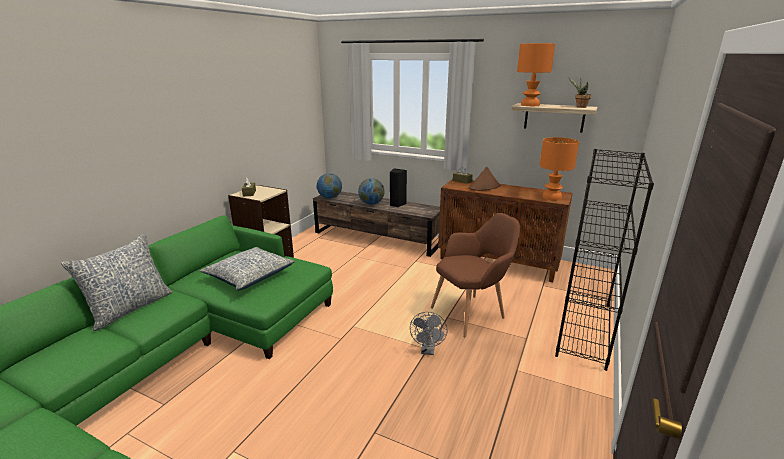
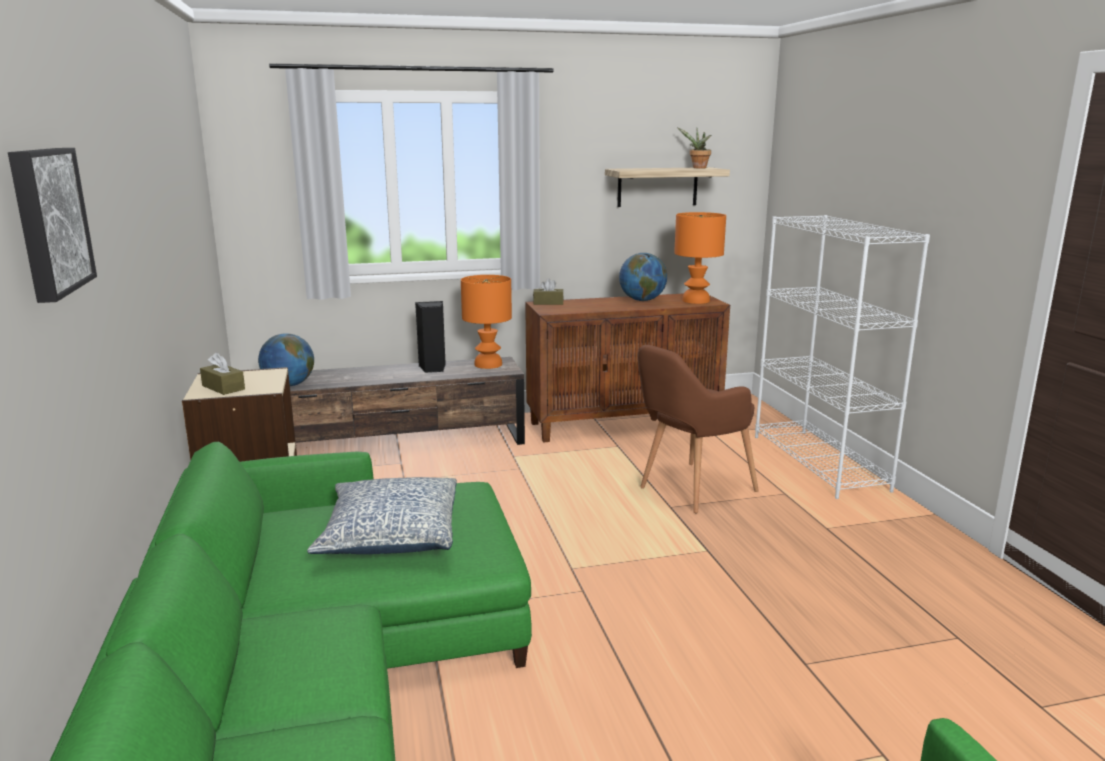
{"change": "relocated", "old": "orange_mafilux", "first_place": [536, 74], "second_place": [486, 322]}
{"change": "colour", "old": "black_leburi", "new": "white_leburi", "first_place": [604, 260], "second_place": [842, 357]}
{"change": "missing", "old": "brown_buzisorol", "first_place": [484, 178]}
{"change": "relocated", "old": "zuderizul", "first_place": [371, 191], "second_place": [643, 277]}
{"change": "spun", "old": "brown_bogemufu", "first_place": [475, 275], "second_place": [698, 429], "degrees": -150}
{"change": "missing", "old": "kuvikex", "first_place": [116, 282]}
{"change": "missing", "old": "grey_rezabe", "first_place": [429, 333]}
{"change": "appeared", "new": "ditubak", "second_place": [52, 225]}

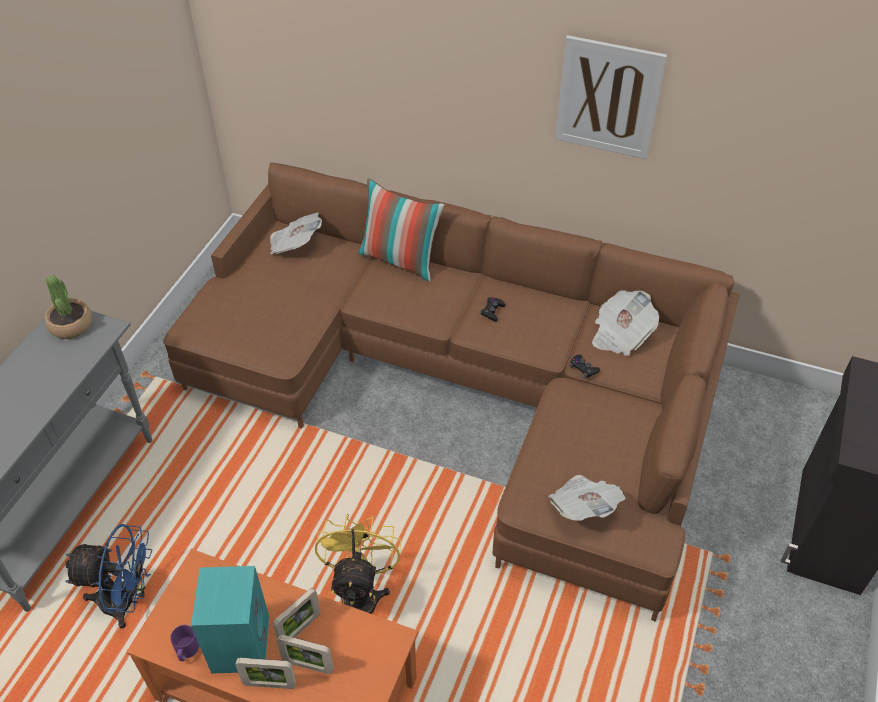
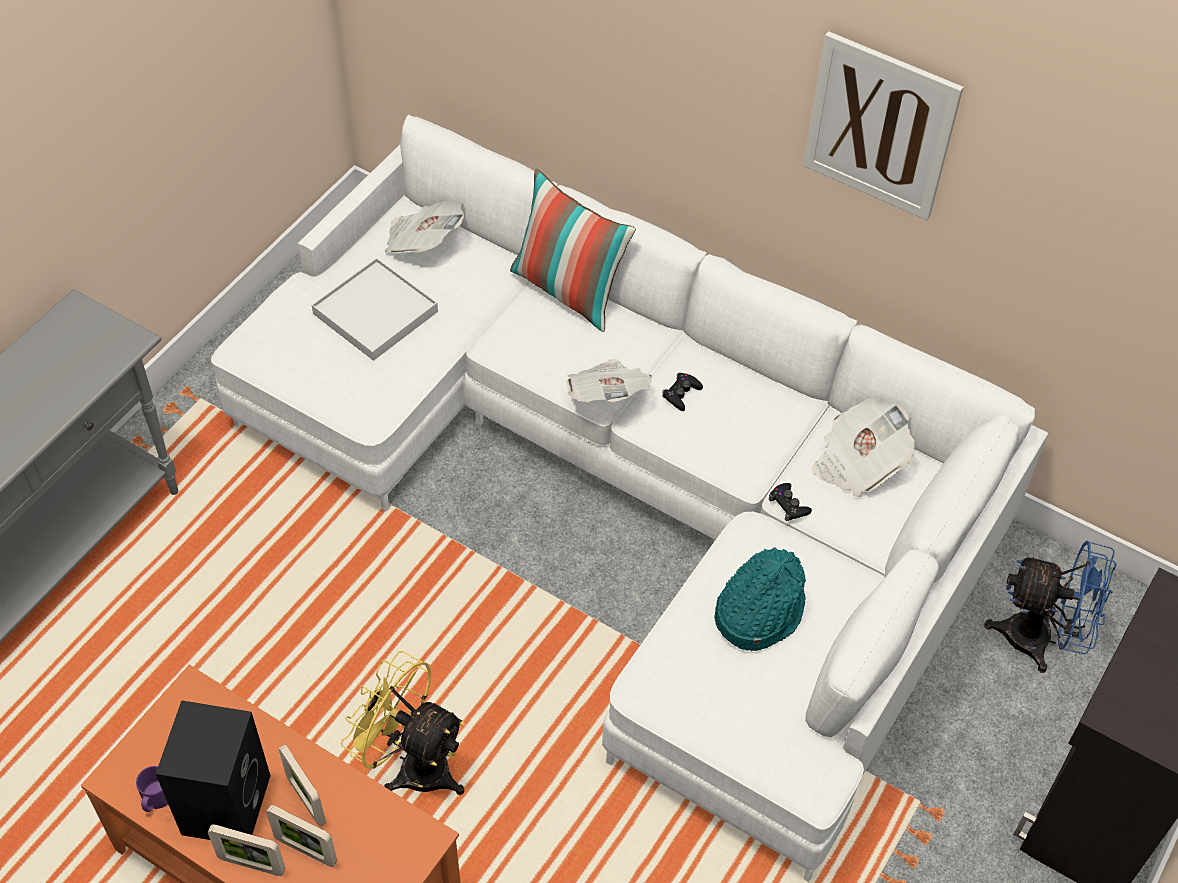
{"change": "colour", "old": "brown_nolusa", "new": "white_nolusa", "first_place": [451, 392], "second_place": [629, 498]}
{"change": "missing", "old": "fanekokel", "first_place": [69, 307]}
{"change": "relocated", "old": "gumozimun", "first_place": [587, 498], "second_place": [610, 380]}
{"change": "spun", "old": "yellow_rezabe", "first_place": [358, 564], "second_place": [403, 723], "degrees": -75}
{"change": "relocated", "old": "blue_rezabe", "first_place": [109, 576], "second_place": [1050, 607]}
{"change": "colour", "old": "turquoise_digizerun", "new": "black_digizerun", "first_place": [230, 620], "second_place": [213, 770]}
{"change": "spun", "old": "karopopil", "first_place": [297, 613], "second_place": [302, 786], "degrees": 90}
{"change": "appeared", "new": "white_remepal", "second_place": [375, 309]}
{"change": "appeared", "new": "turquoise_buzisorol", "second_place": [760, 599]}

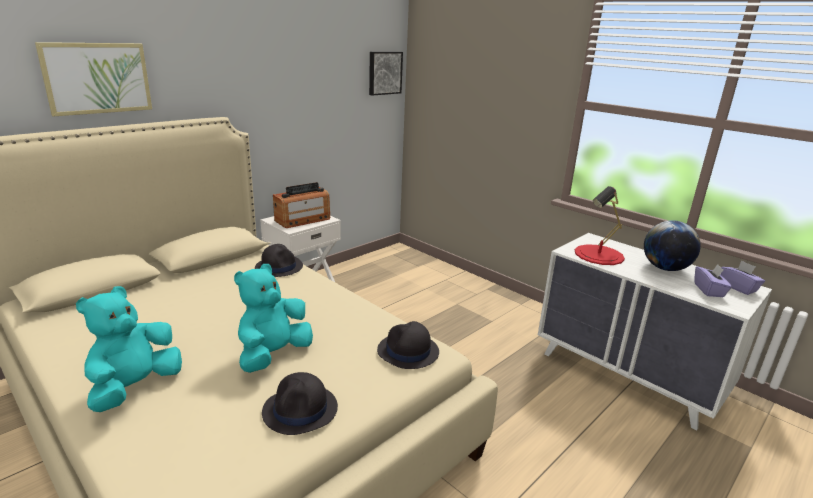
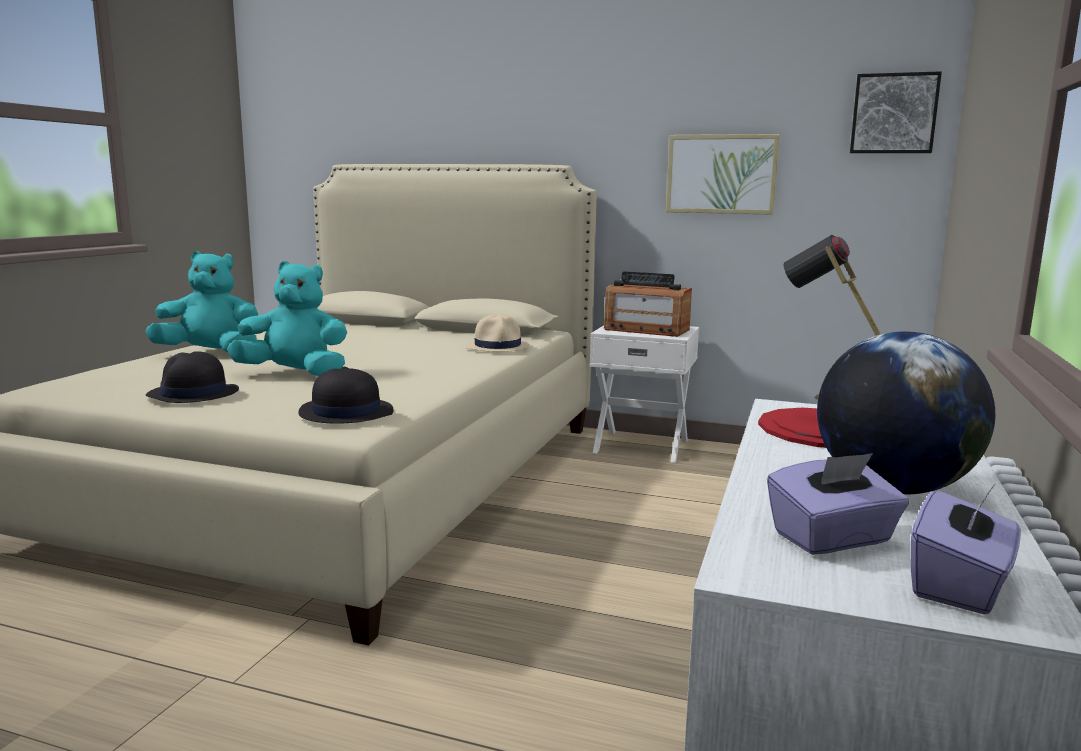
{"change": "relocated", "old": "ditubak", "first_place": [93, 79], "second_place": [723, 174]}
{"change": "colour", "old": "black_buzisorol", "new": "beige_buzisorol", "first_place": [279, 260], "second_place": [497, 333]}

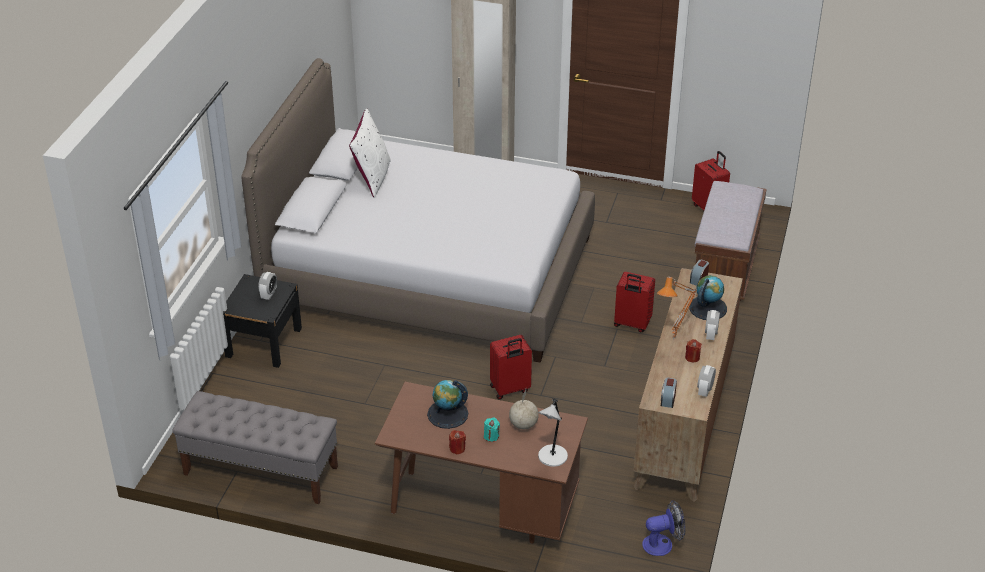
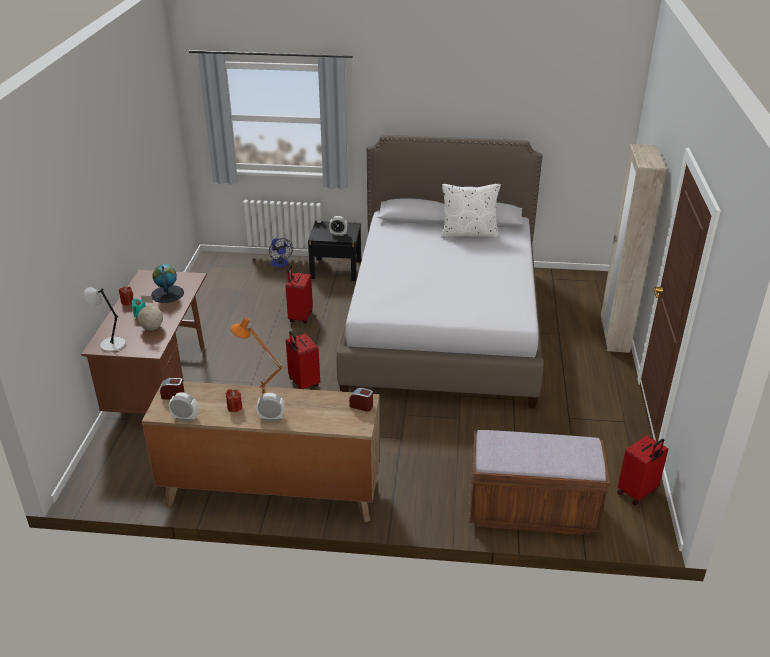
{"change": "relocated", "old": "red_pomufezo", "first_place": [634, 302], "second_place": [299, 294]}
{"change": "missing", "old": "zuderizul", "first_place": [708, 297]}
{"change": "missing", "old": "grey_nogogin", "first_place": [255, 447]}
{"change": "relocated", "old": "rezabe", "first_place": [664, 528], "second_place": [281, 253]}

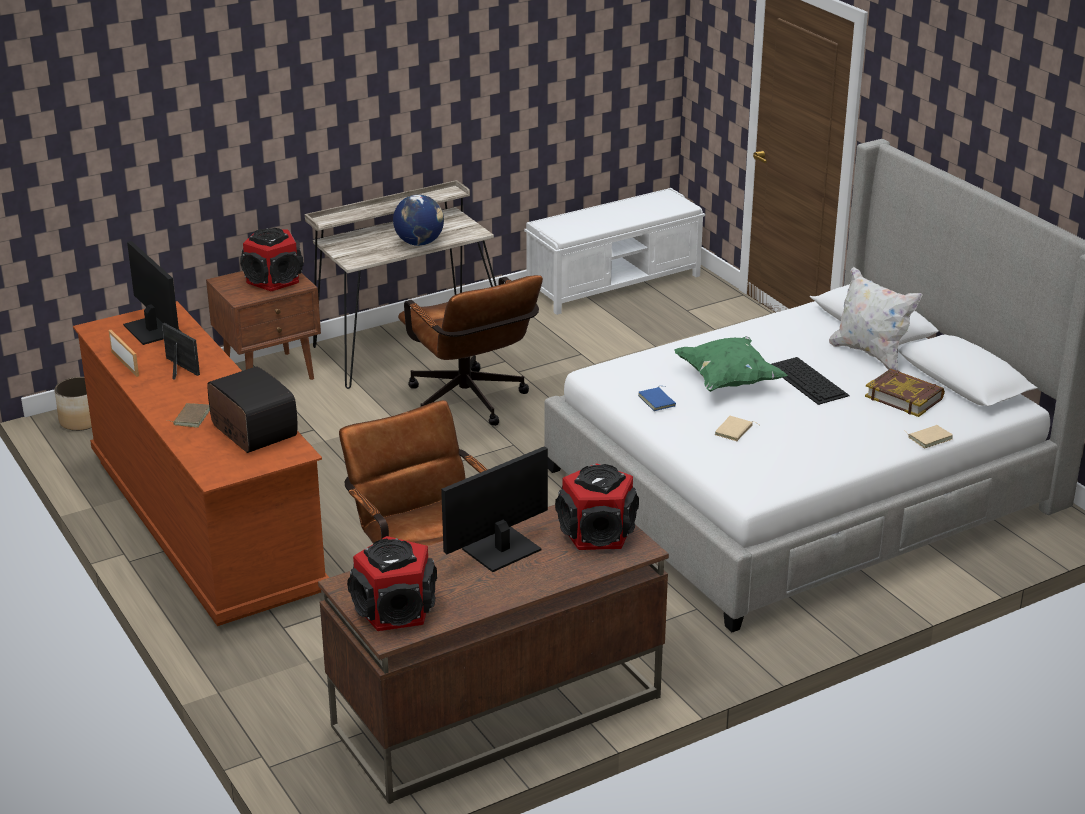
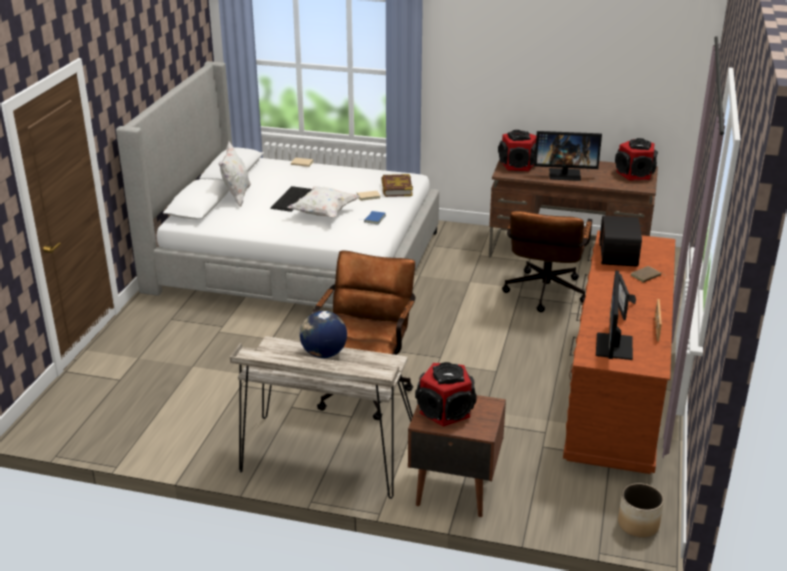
{"change": "missing", "old": "white_nogogin", "first_place": [614, 251]}
{"change": "colour", "old": "green_kuvikex", "new": "white_kuvikex", "first_place": [731, 364], "second_place": [323, 202]}
{"change": "relocated", "old": "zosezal", "first_place": [905, 393], "second_place": [397, 185]}

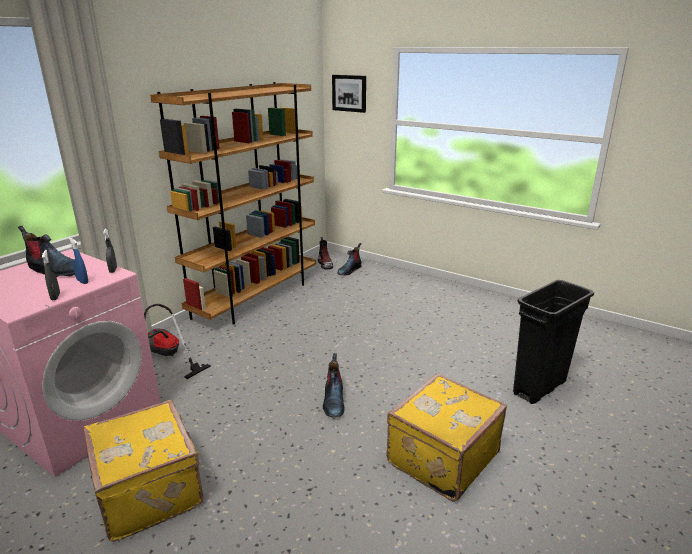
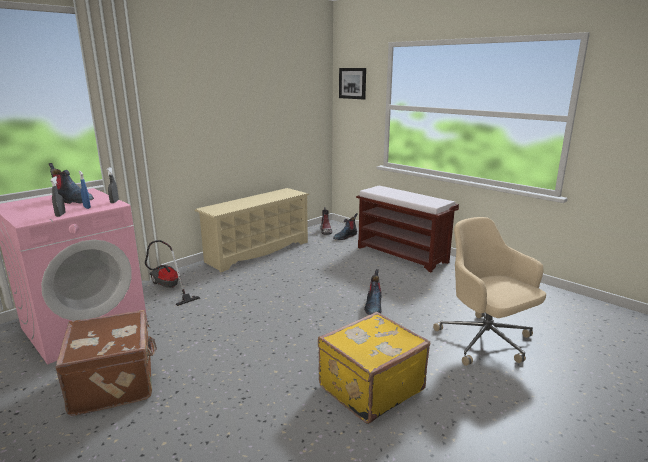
{"change": "exchanged", "old": "brown_leburi", "new": "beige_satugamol", "first_place": [233, 203], "second_place": [251, 230]}
{"change": "exchanged", "old": "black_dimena", "new": "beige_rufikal", "first_place": [553, 342], "second_place": [489, 291]}
{"change": "relocated", "old": "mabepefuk", "first_place": [333, 385], "second_place": [373, 292]}
{"change": "colour", "old": "yellow_pomufezo", "new": "brown_pomufezo", "first_place": [143, 471], "second_place": [106, 363]}
{"change": "appeared", "new": "brown_nogogin", "second_place": [407, 229]}

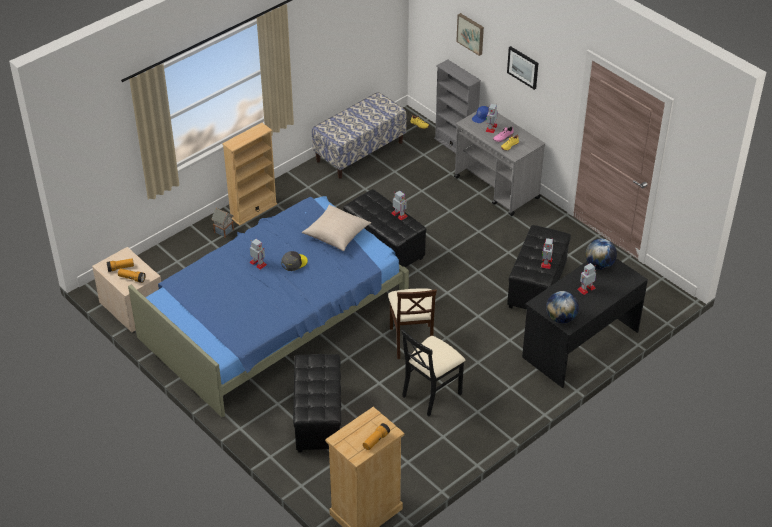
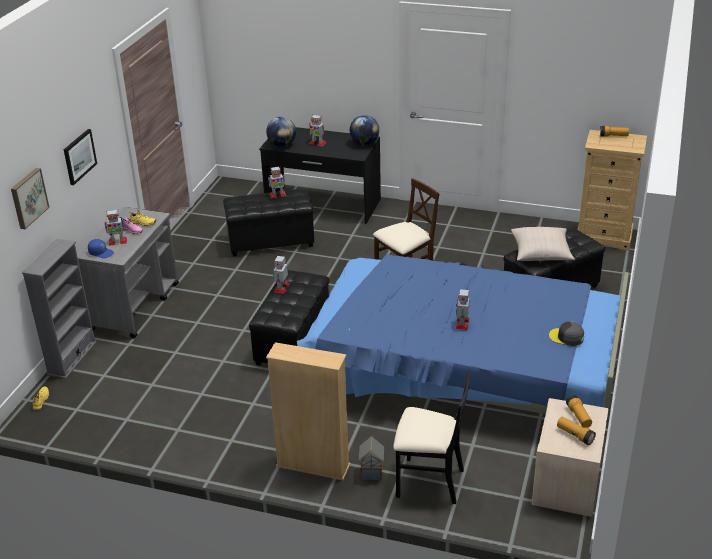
{"change": "missing", "old": "nogogin", "first_place": [359, 135]}
{"change": "relocated", "old": "beige_kuvikex", "first_place": [336, 228], "second_place": [543, 244]}
{"change": "relocated", "old": "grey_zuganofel", "first_place": [294, 261], "second_place": [566, 333]}
{"change": "relocated", "old": "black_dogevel", "first_place": [433, 372], "second_place": [431, 437]}

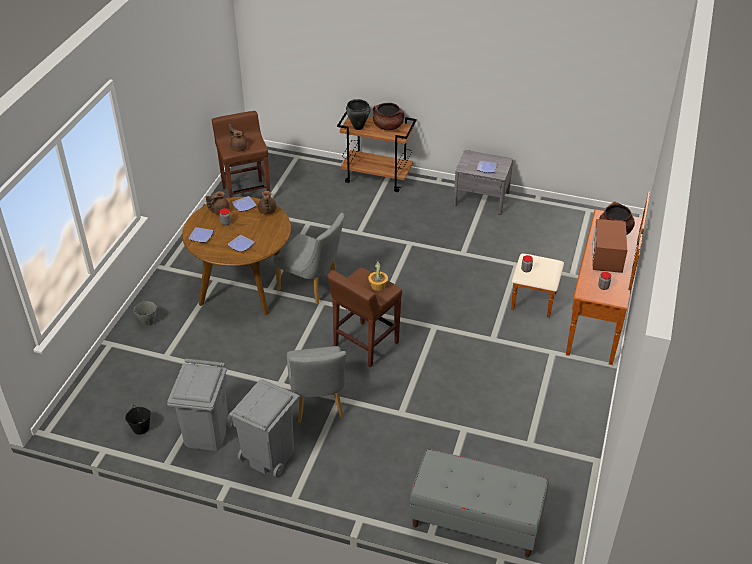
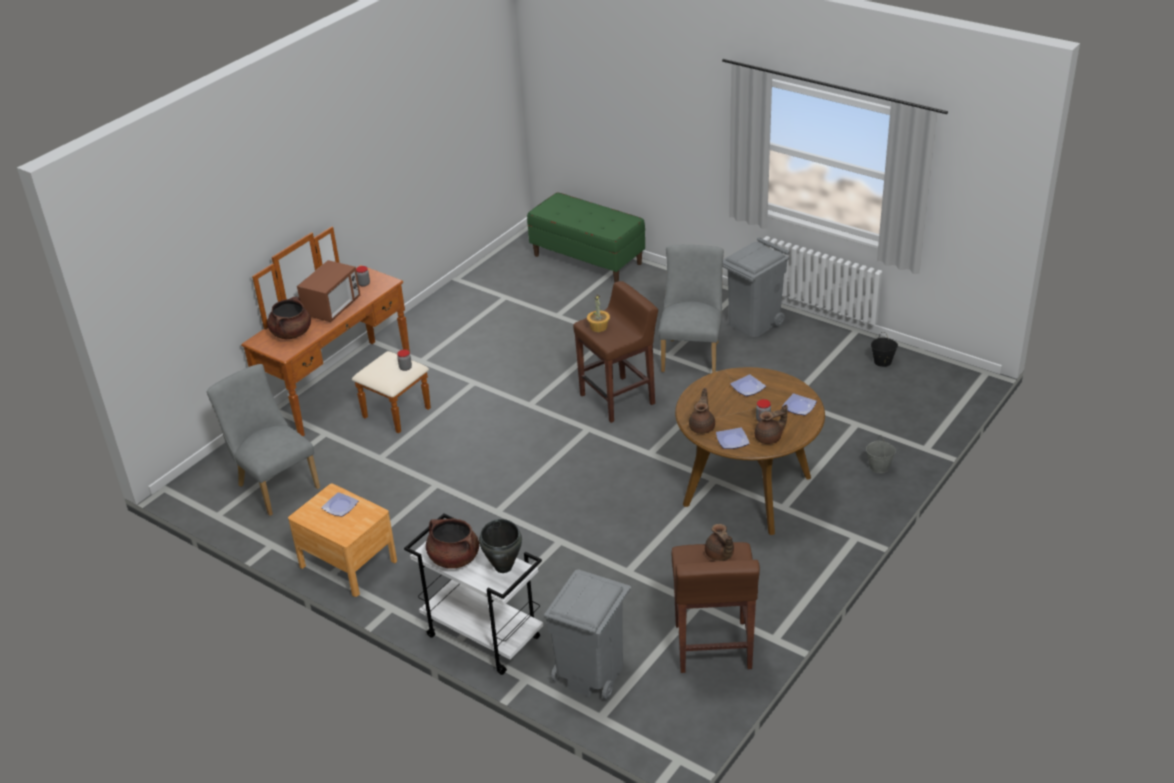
{"change": "colour", "old": "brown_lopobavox", "new": "white_lopobavox", "first_place": [377, 152], "second_place": [473, 594]}
{"change": "colour", "old": "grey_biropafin", "new": "brown_biropafin", "first_place": [483, 182], "second_place": [342, 540]}
{"change": "relocated", "old": "grey_dogevel", "first_place": [308, 258], "second_place": [263, 440]}
{"change": "relocated", "old": "grey_dimena", "first_place": [200, 404], "second_place": [587, 635]}
{"change": "colour", "old": "grey_nogogin", "new": "green_nogogin", "first_place": [479, 503], "second_place": [586, 237]}

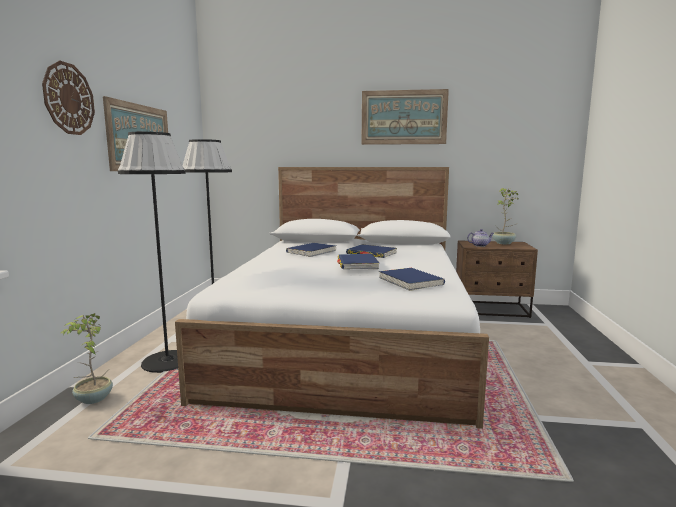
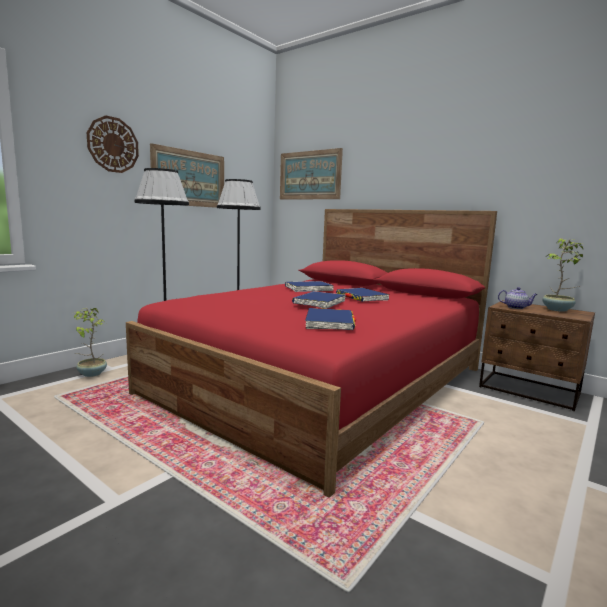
{"change": "relocated", "old": "ditubak", "first_place": [405, 117], "second_place": [311, 174]}
{"change": "colour", "old": "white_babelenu", "new": "red_babelenu", "first_place": [332, 298], "second_place": [311, 353]}

